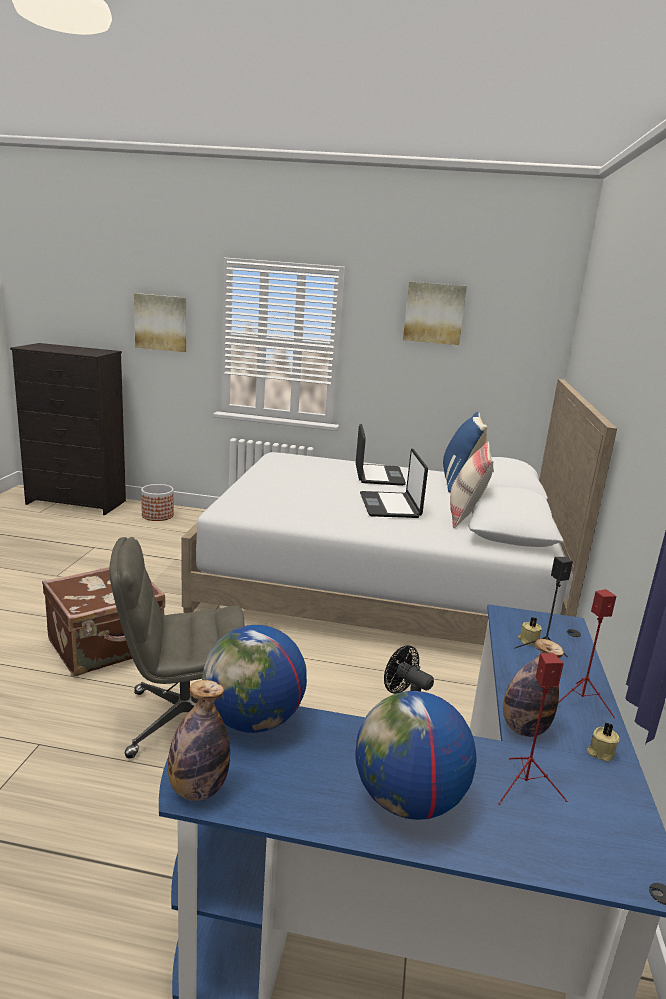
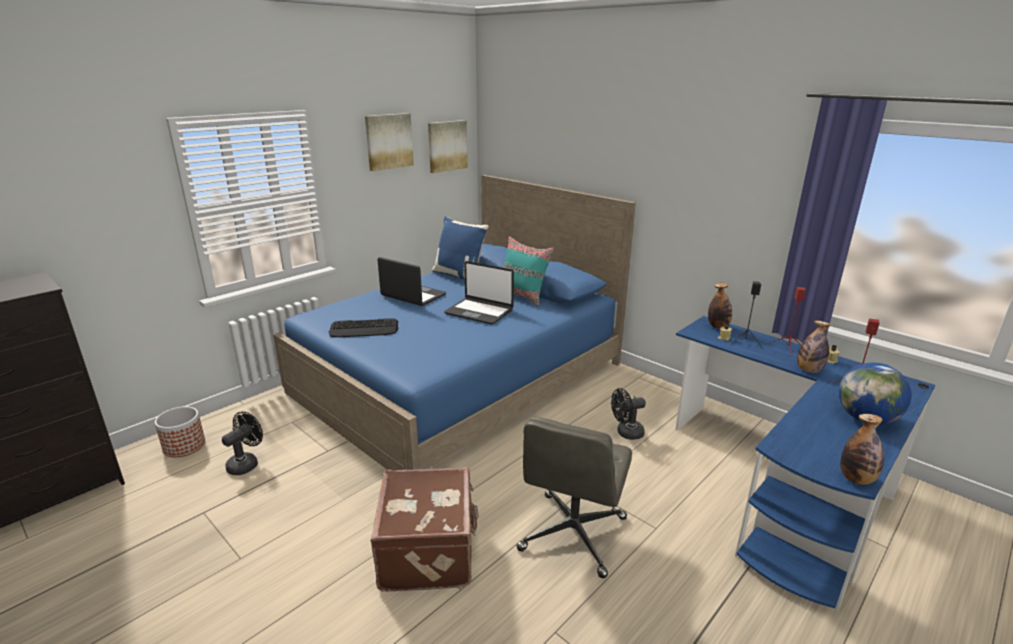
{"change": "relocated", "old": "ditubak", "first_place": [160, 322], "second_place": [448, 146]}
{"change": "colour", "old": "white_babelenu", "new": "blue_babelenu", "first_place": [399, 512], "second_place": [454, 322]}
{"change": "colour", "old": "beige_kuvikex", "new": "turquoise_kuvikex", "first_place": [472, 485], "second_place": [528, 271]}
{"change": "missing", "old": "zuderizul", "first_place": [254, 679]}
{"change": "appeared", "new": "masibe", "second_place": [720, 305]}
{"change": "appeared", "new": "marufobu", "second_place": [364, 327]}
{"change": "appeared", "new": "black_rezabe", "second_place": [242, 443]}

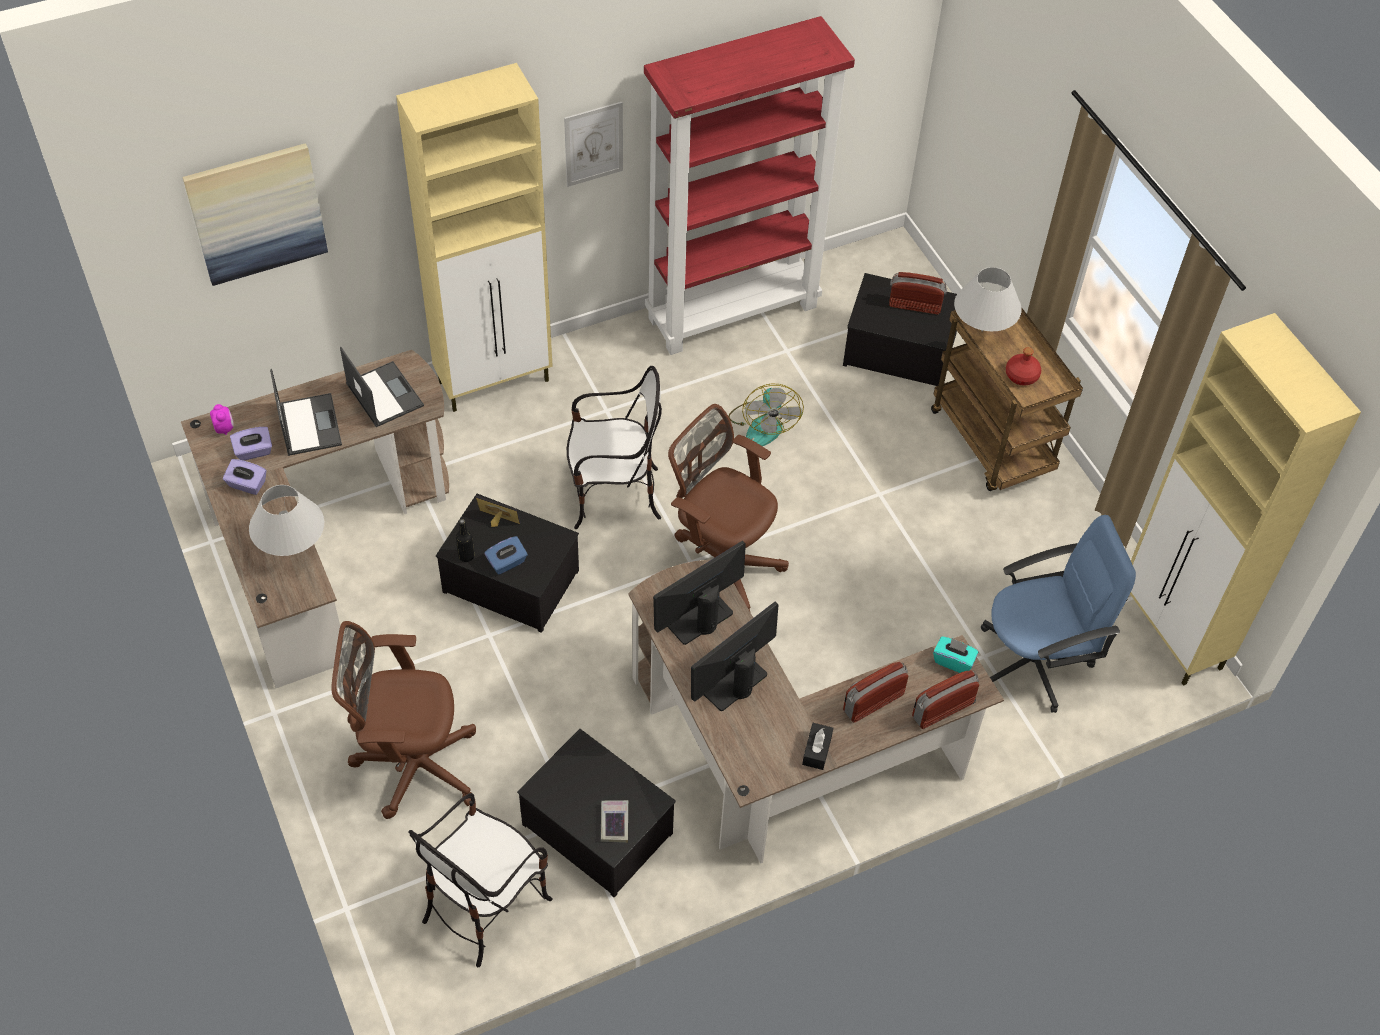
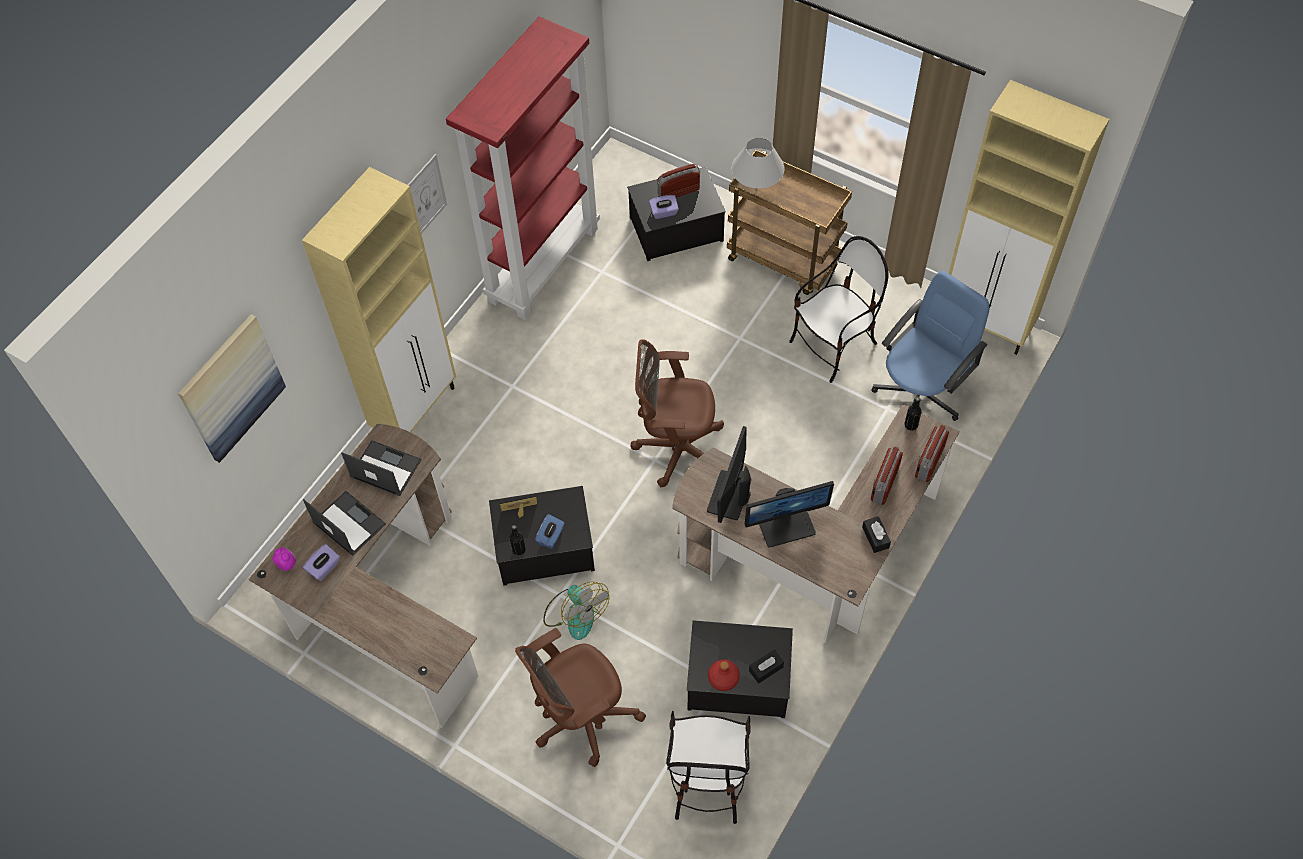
{"change": "relocated", "old": "red_masibe", "first_place": [1023, 366], "second_place": [724, 675]}
{"change": "relocated", "old": "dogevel", "first_place": [614, 447], "second_place": [838, 309]}
{"change": "relocated", "old": "rezabe", "first_place": [766, 415], "second_place": [576, 611]}
{"change": "relocated", "old": "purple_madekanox", "first_place": [244, 477], "second_place": [664, 207]}
{"change": "missing", "old": "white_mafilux", "first_place": [286, 520]}
{"change": "spun", "old": "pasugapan", "first_place": [735, 656], "second_place": [789, 514], "degrees": -120}
{"change": "exchanged", "old": "turquoise_madekanox", "new": "black_masibe", "first_place": [955, 654], "second_place": [913, 413]}
{"change": "exchanged", "old": "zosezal", "new": "black_madekanox", "first_place": [614, 821], "second_place": [766, 666]}

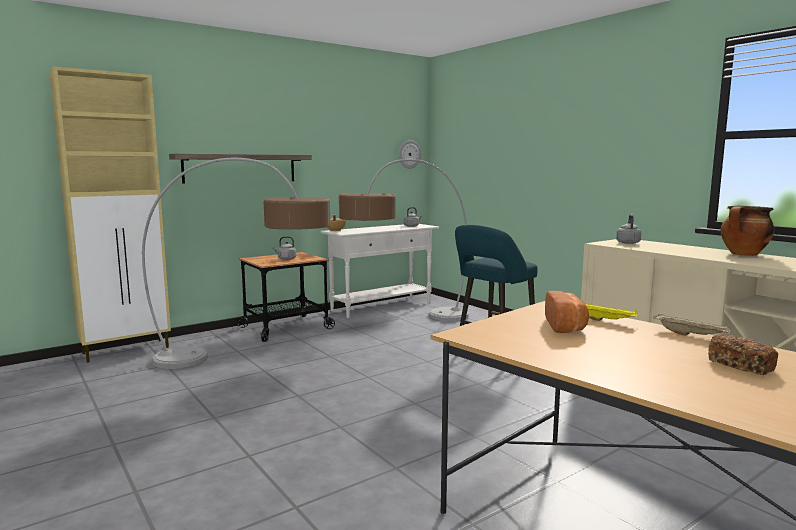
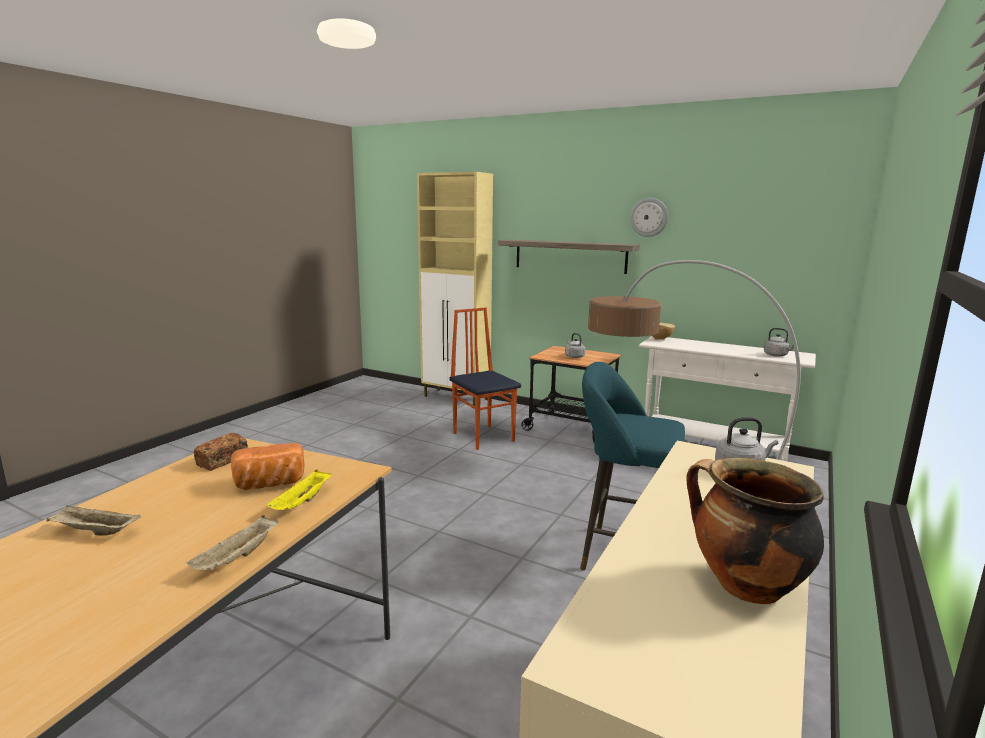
{"change": "relocated", "old": "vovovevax", "first_place": [410, 154], "second_place": [649, 217]}
{"change": "exchanged", "old": "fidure", "new": "dogevel", "first_place": [236, 263], "second_place": [485, 378]}
{"change": "relocated", "old": "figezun", "first_place": [743, 354], "second_place": [221, 452]}
{"change": "appeared", "new": "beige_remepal", "second_place": [93, 521]}

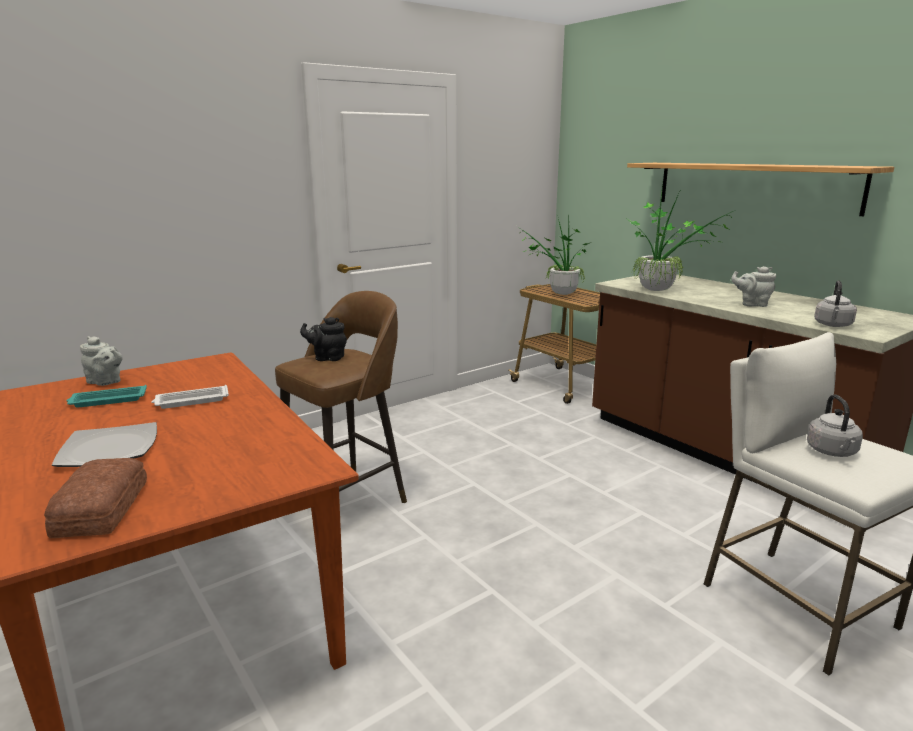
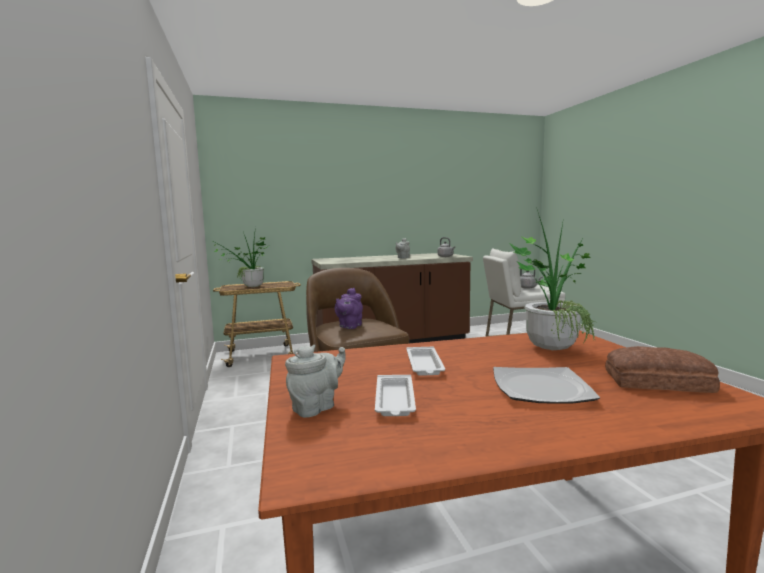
{"change": "missing", "old": "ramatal", "first_place": [760, 189]}
{"change": "relocated", "old": "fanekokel", "first_place": [681, 237], "second_place": [552, 280]}
{"change": "colour", "old": "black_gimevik", "new": "purple_gimevik", "first_place": [323, 339], "second_place": [349, 308]}
{"change": "colour", "old": "turquoise_remepal", "new": "white_remepal", "first_place": [106, 396], "second_place": [395, 395]}

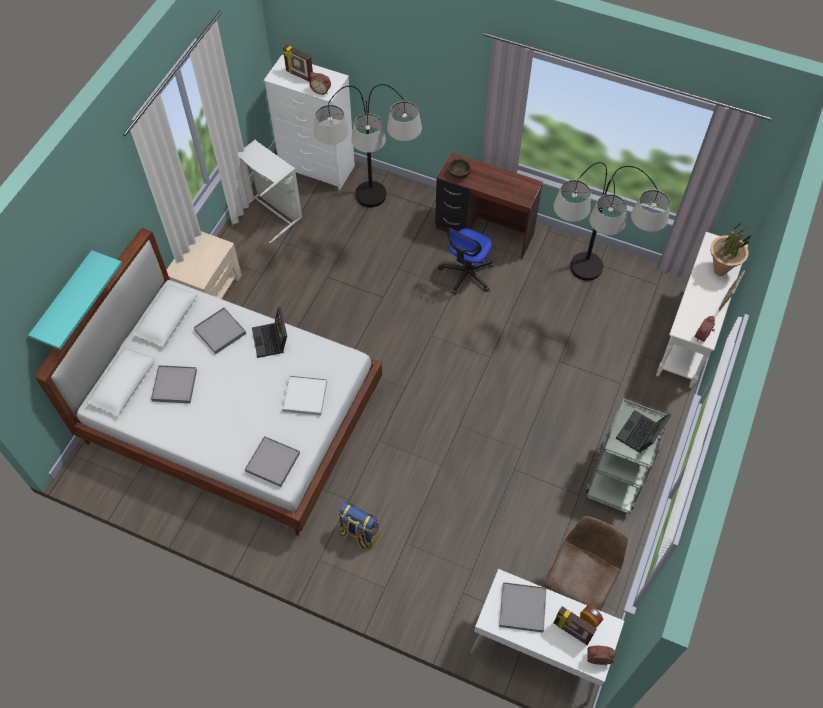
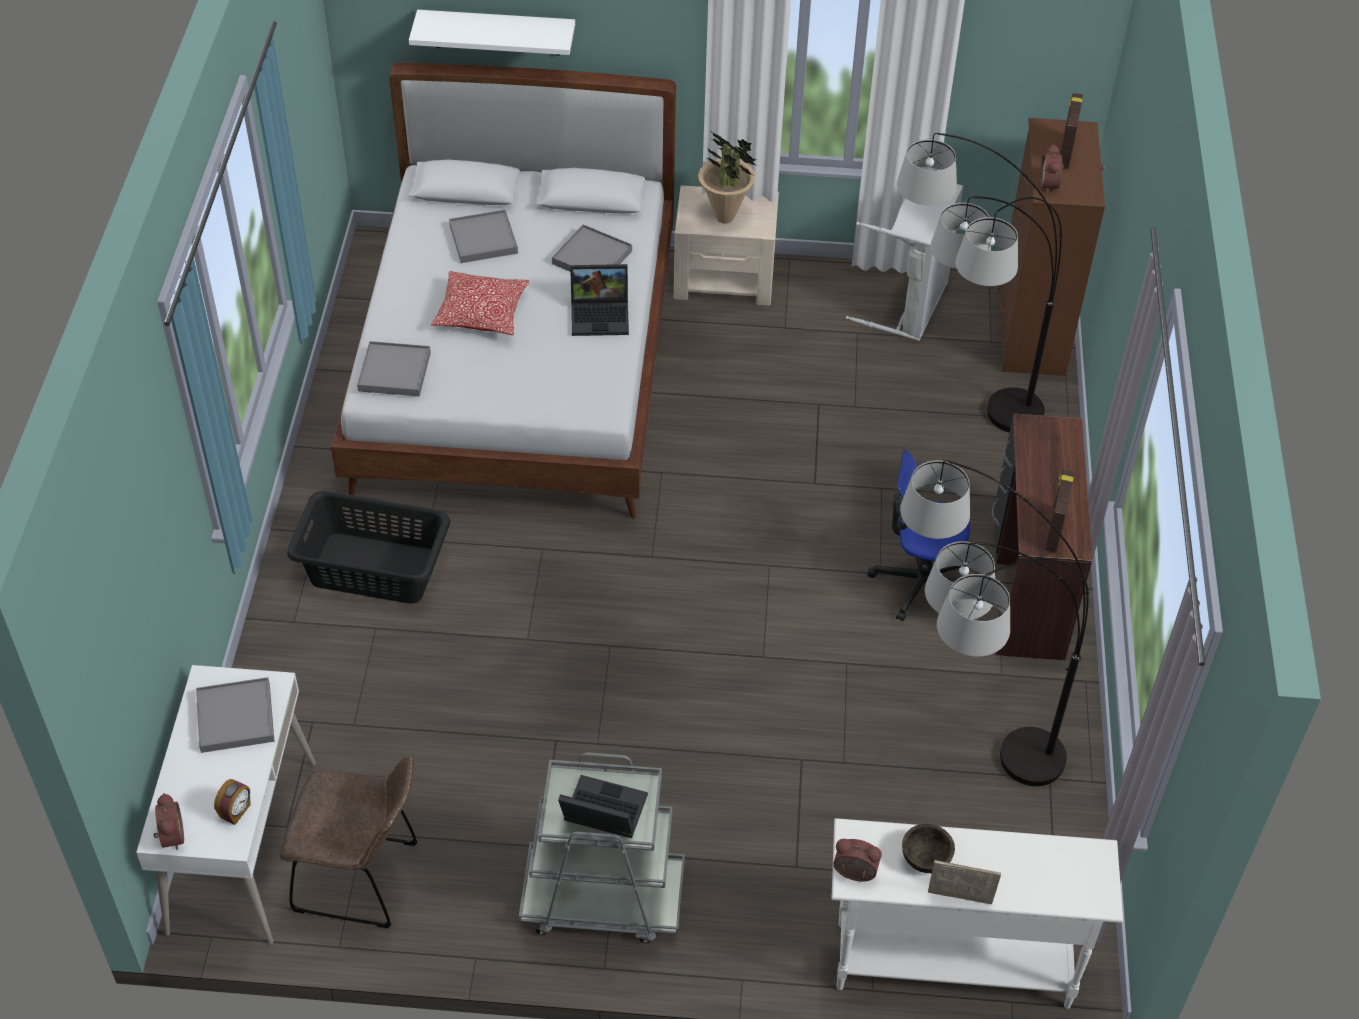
{"change": "colour", "old": "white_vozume", "new": "brown_vozume", "first_place": [309, 122], "second_place": [1052, 247]}
{"change": "relocated", "old": "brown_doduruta", "first_place": [459, 168], "second_place": [928, 848]}
{"change": "relocated", "old": "fanekokel", "first_place": [731, 249], "second_place": [727, 178]}
{"change": "colour", "old": "turquoise_ramatal", "new": "white_ramatal", "first_place": [75, 300], "second_place": [492, 33]}
{"change": "spun", "old": "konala", "first_place": [269, 332], "second_place": [599, 300], "degrees": -150}
{"change": "missing", "old": "white_remepal", "first_place": [304, 395]}
{"change": "exchanged", "old": "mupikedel", "new": "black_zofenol", "first_place": [359, 525], "second_place": [368, 547]}
{"change": "relocated", "old": "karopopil", "first_place": [575, 625], "second_place": [1060, 511]}
{"change": "appeared", "new": "kuvikex", "second_place": [480, 303]}

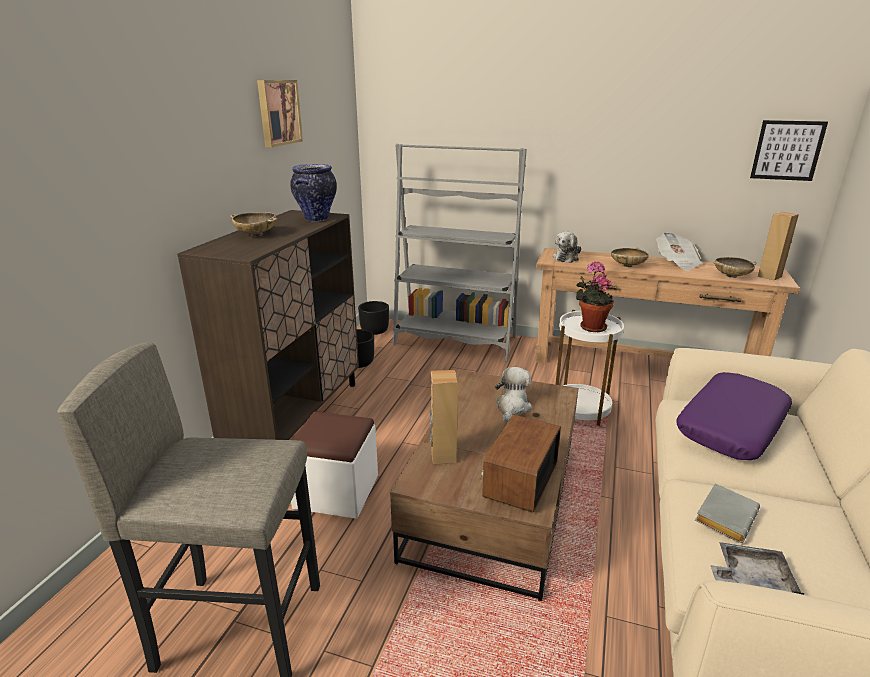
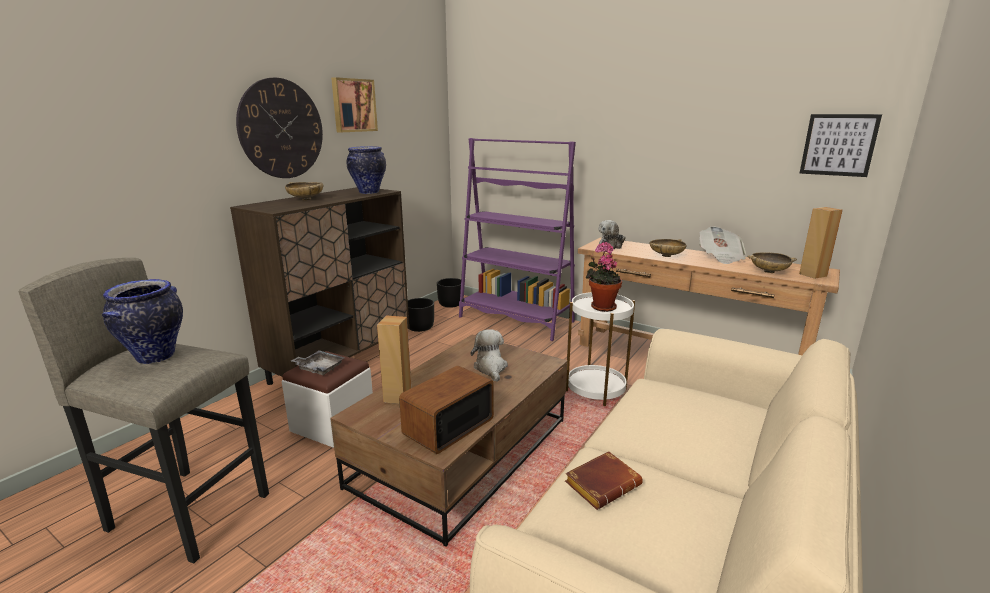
{"change": "colour", "old": "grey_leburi", "new": "purple_leburi", "first_place": [460, 253], "second_place": [517, 239]}
{"change": "spun", "old": "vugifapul", "first_place": [513, 395], "second_place": [489, 355], "degrees": -45}
{"change": "missing", "old": "purple_kuvikex", "first_place": [734, 416]}
{"change": "colour", "old": "grey_zosezal", "new": "brown_zosezal", "first_place": [727, 513], "second_place": [604, 480]}
{"change": "relocated", "old": "grey_remepal", "first_place": [757, 568], "second_place": [317, 362]}
{"change": "appeared", "new": "vovovevax", "second_place": [279, 128]}
{"change": "appeared", "new": "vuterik", "second_place": [142, 321]}

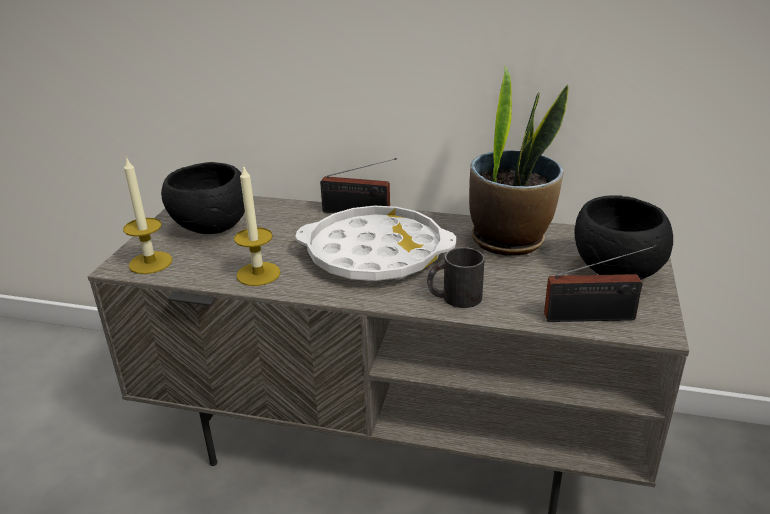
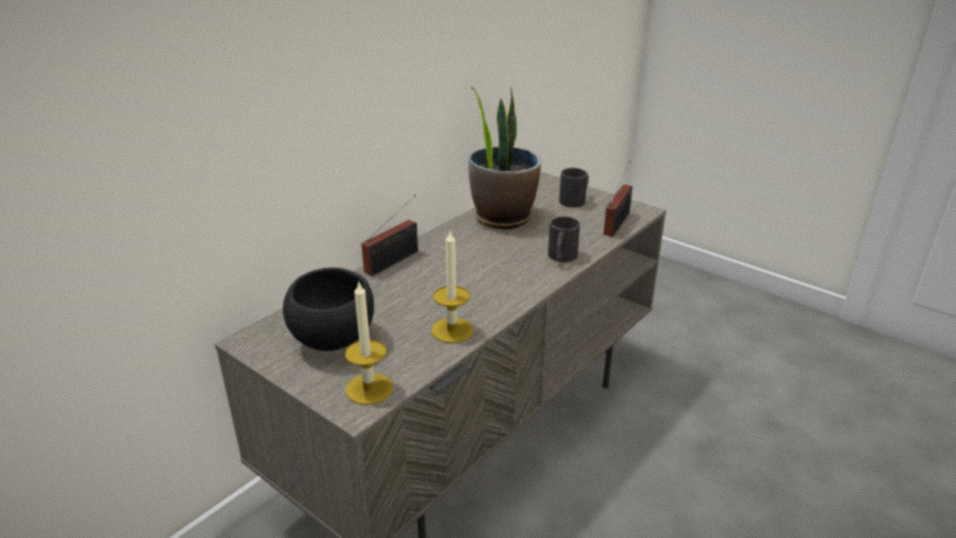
{"change": "exchanged", "old": "black_doduruta", "new": "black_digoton", "first_place": [623, 237], "second_place": [574, 188]}
{"change": "missing", "old": "white_remepal", "first_place": [375, 243]}

